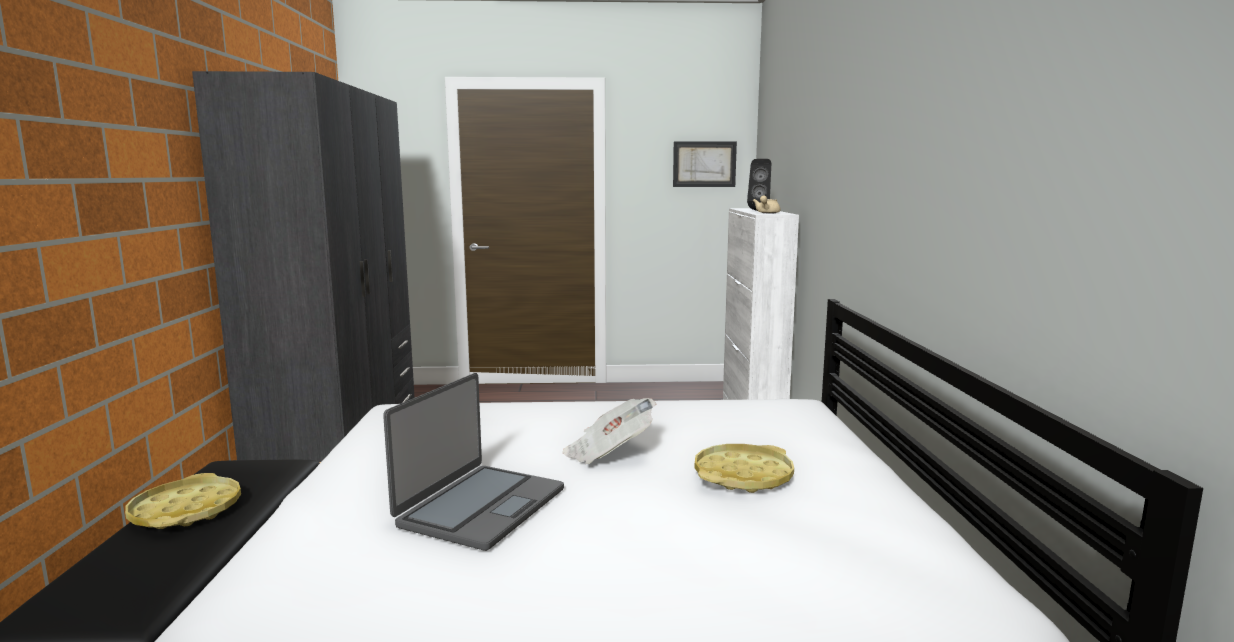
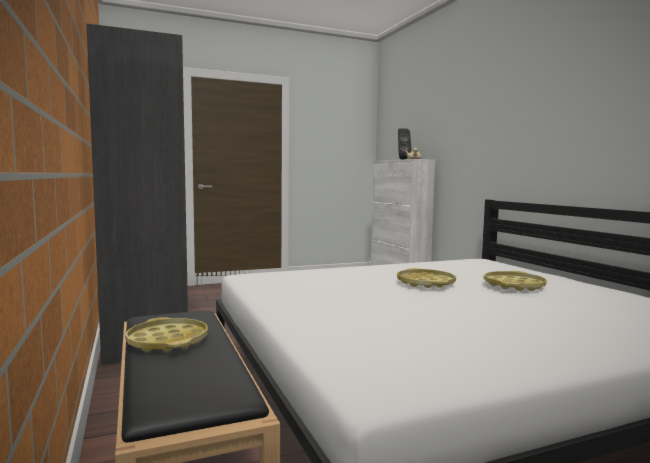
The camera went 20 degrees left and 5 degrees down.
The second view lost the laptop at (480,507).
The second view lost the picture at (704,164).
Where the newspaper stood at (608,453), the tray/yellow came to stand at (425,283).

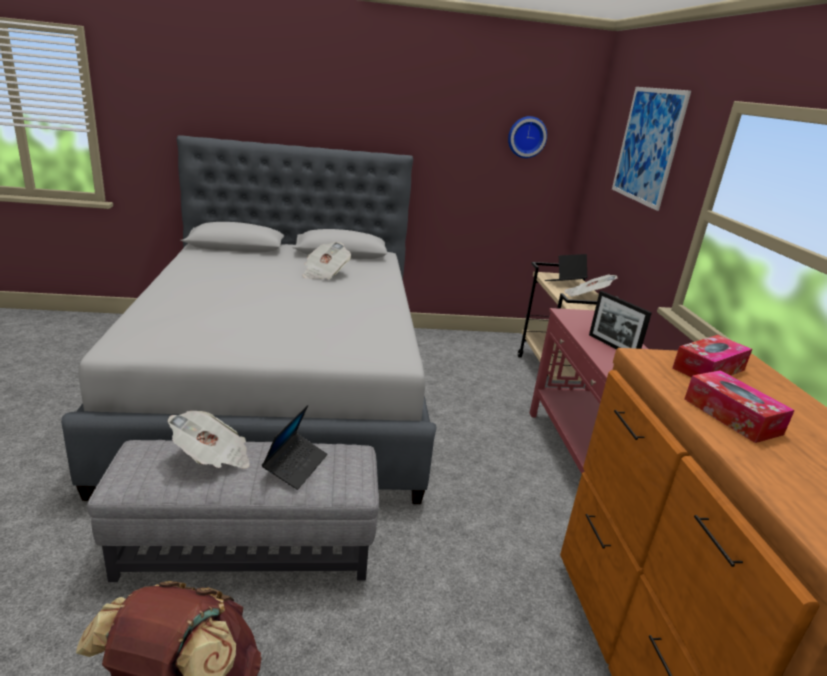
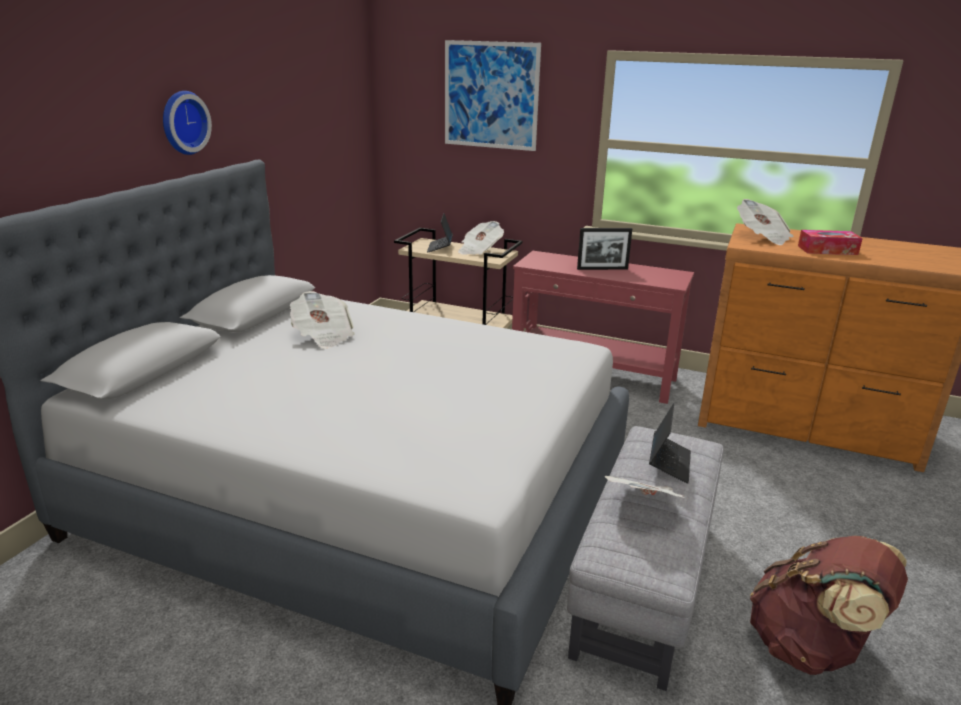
The camera went 60 degrees left and 0 degrees up.
The wall clock ended up elsewhere, having gone from (526,137) to (182,122).
Where the tissue box stood at (708,369), the newspaper came to stand at (762,237).
The laptop at (295,466) ended up facing another way, 60 degrees clockwise from before.

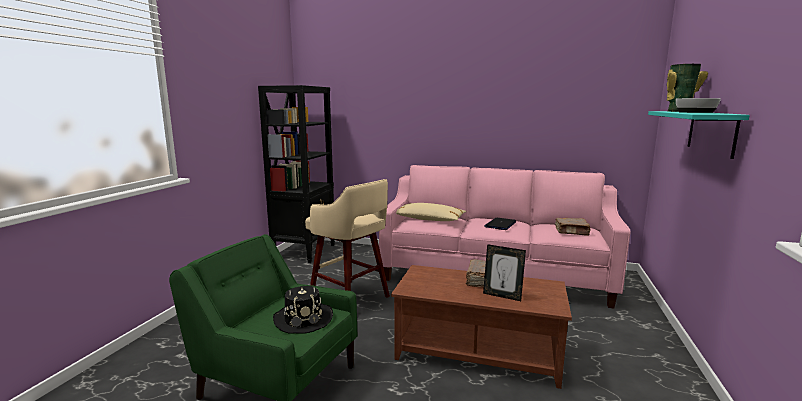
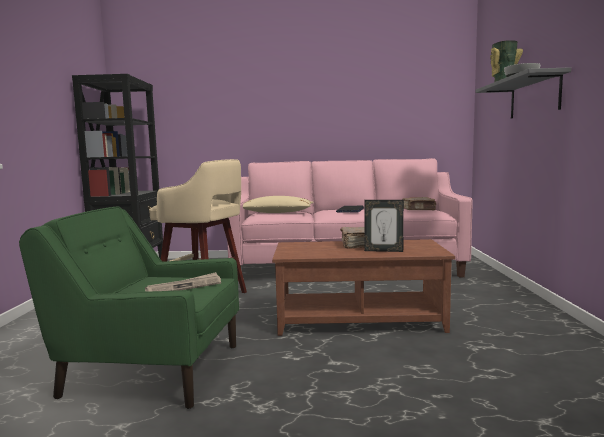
The camera went 15 degrees left and 5 degrees down.
Where the hat/black stood at (303,319), the newspaper came to stand at (184,286).
What was the shelf/turquoise at (711,132) turned into the shelf/grey at (534,97).

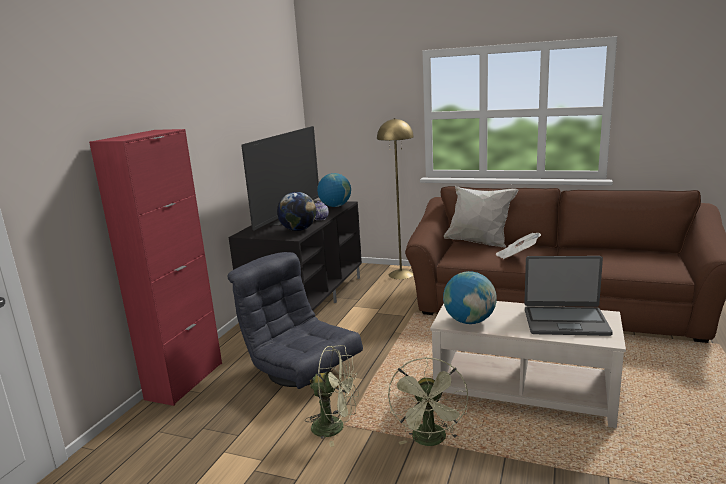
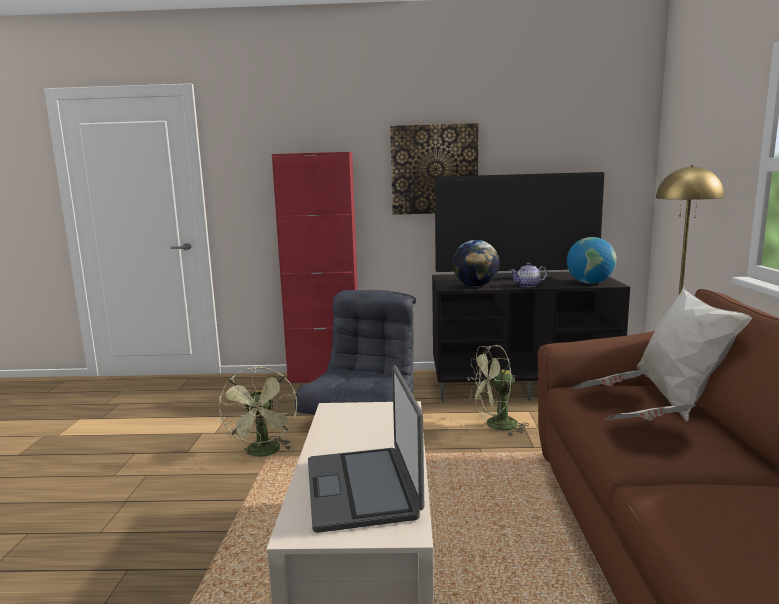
The camera went 70 degrees right and 5 degrees down.
The second view lost the globe at (469,321).
The second view gained the picture at (434,169).
The second view gained the newspaper at (606,398).
The fan/green ended up elsewhere, having gone from (430,441) to (495,426).

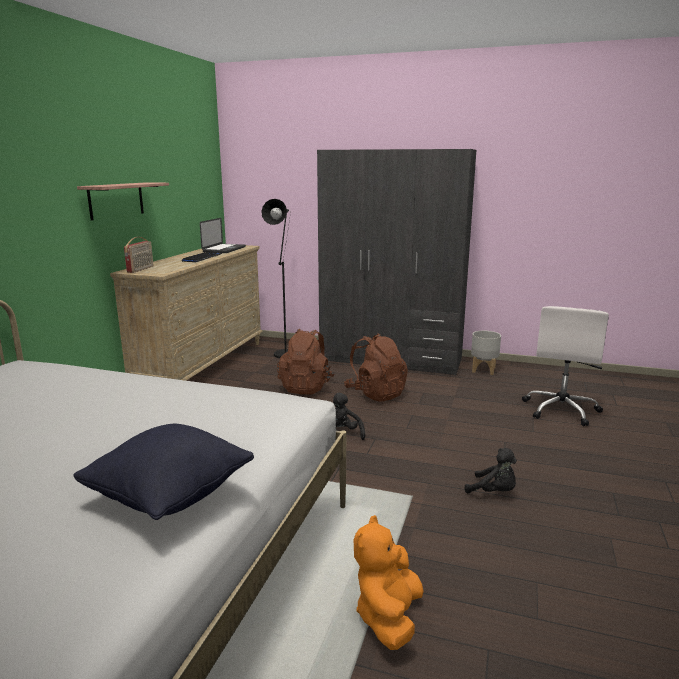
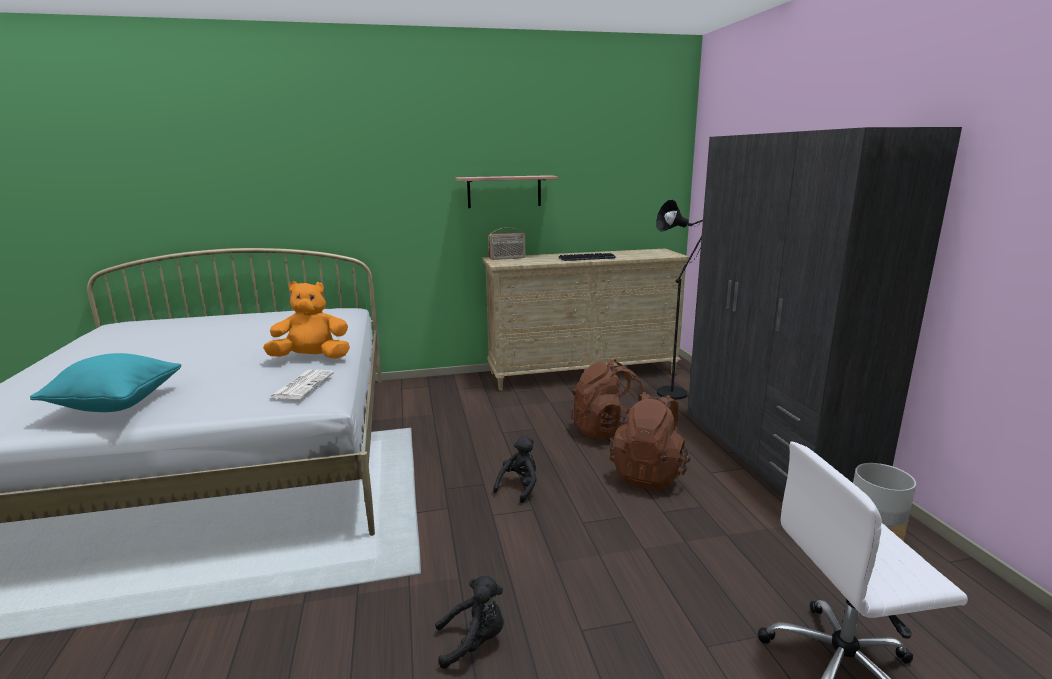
The camera went 60 degrees right and 0 degrees up.
The second view lost the laptop at (224,249).
The second view gained the newspaper at (302,385).
The plush toy/orange ended up elsewhere, having gone from (388,617) to (312,358).
What was the pillow/black at (170,497) turned into the pillow/turquoise at (117,404).
The plush toy/black at (493,492) ended up facing another way, 105 degrees counterclockwise from before.

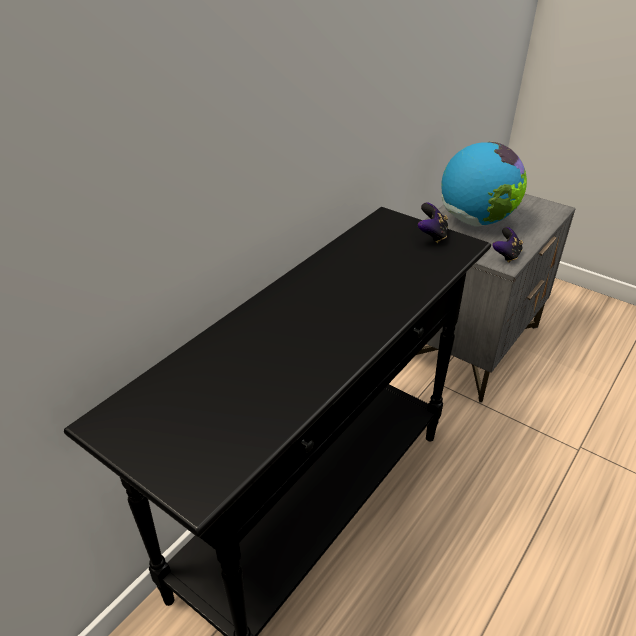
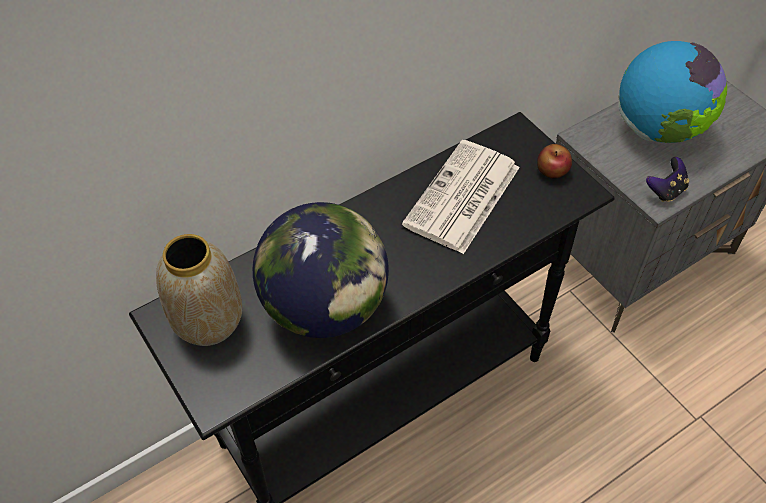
The camera went 20 degrees right and 15 degrees up.
The second view gained the vase at (209,321).
The second view gained the globe at (325,307).
The second view gained the newspaper at (462,198).
Where the game controller stood at (431,235), the apple came to stand at (552,170).

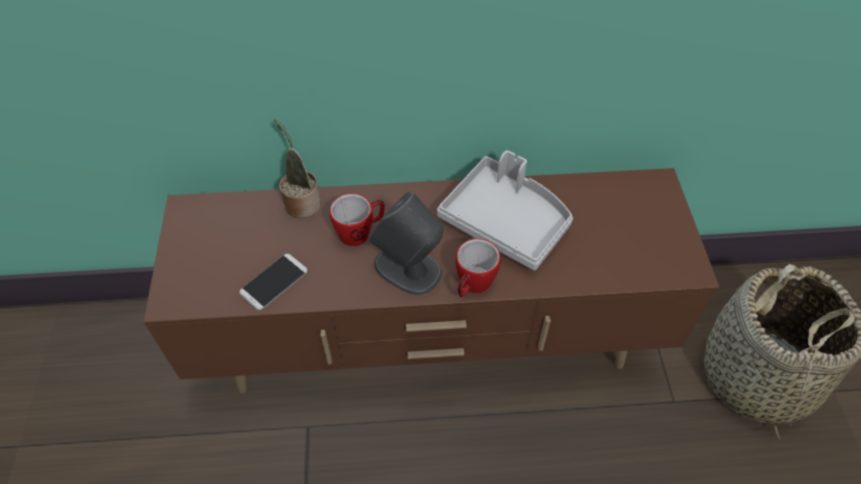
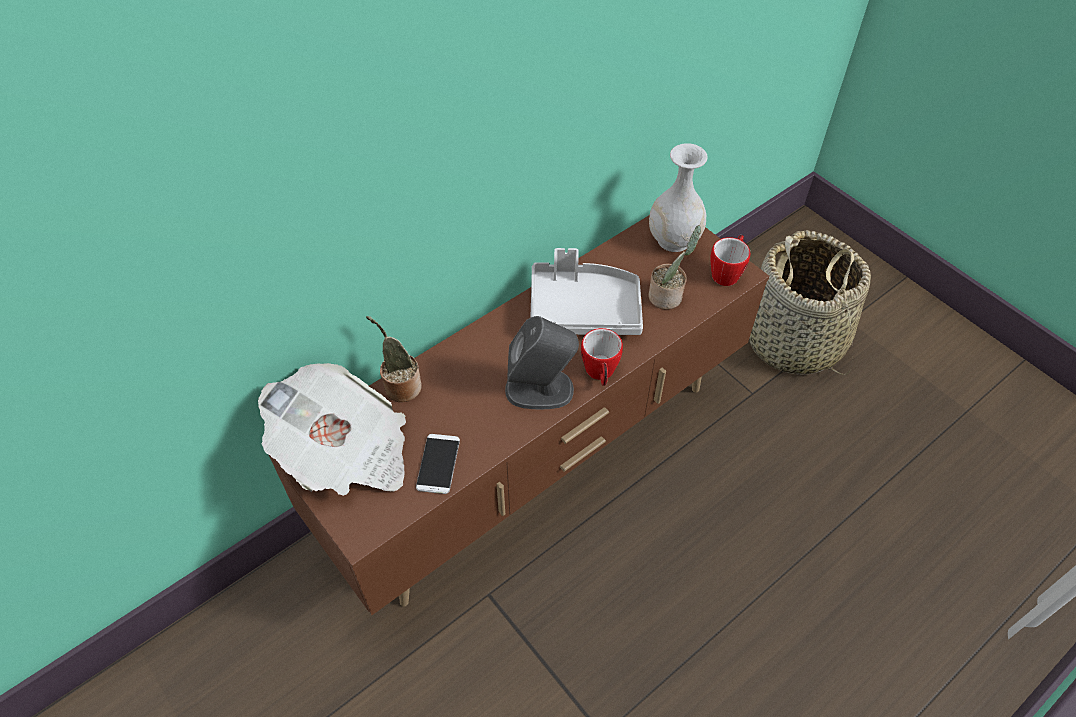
The camera went 35 degrees left and 0 degrees up.
The second view gained the newspaper at (346,452).
The second view gained the vase/white at (674,239).
The second view gained the potted plant at (668,296).
The mug ended up elsewhere, having gone from (360,232) to (727,272).

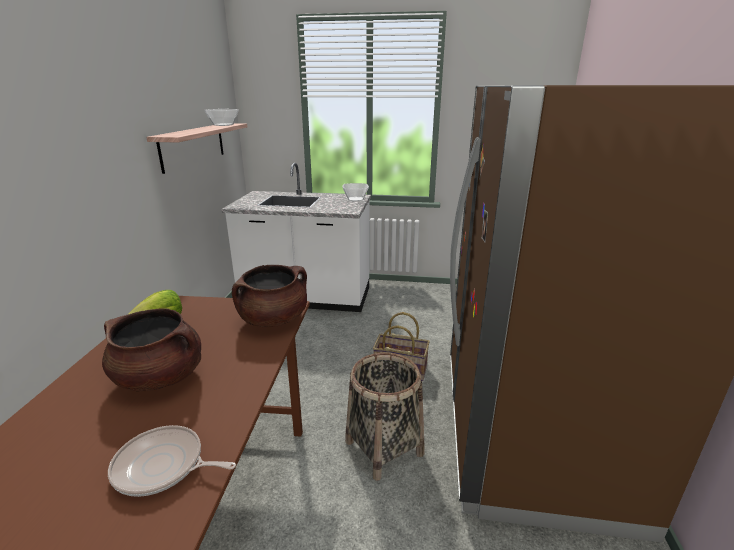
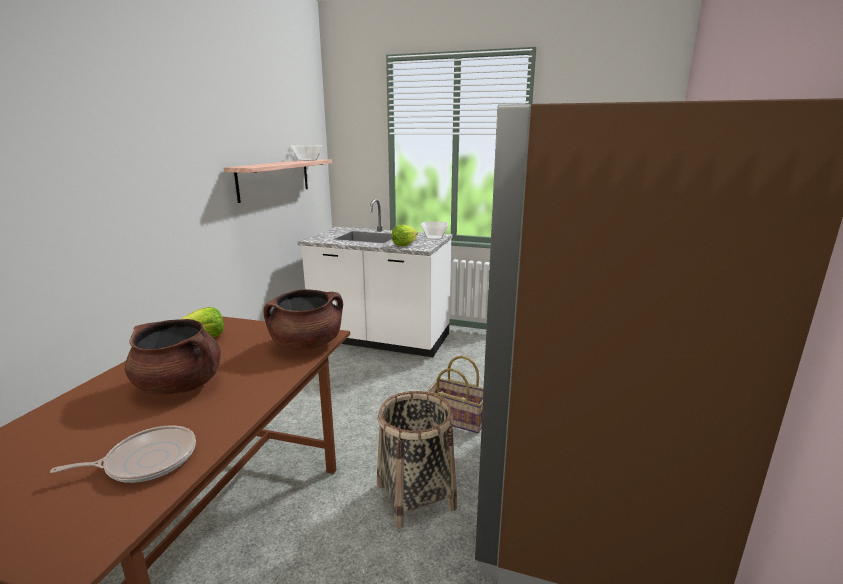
The camera went 10 degrees right and 5 degrees down.
The second view gained the lettuce at (404,245).
The frying pan at (163,466) ended up facing another way, 135 degrees clockwise from before.

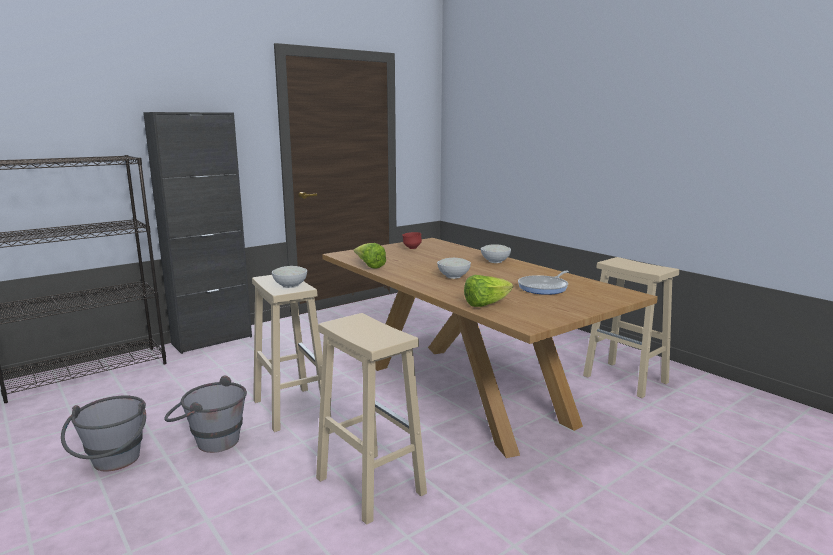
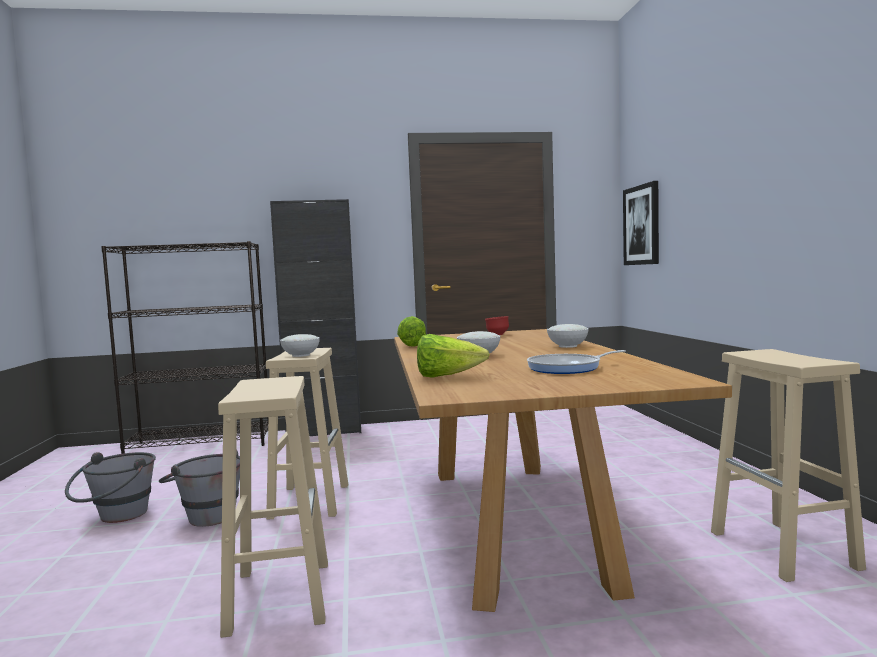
The camera went 30 degrees right and 10 degrees down.
The second view gained the picture at (642,225).

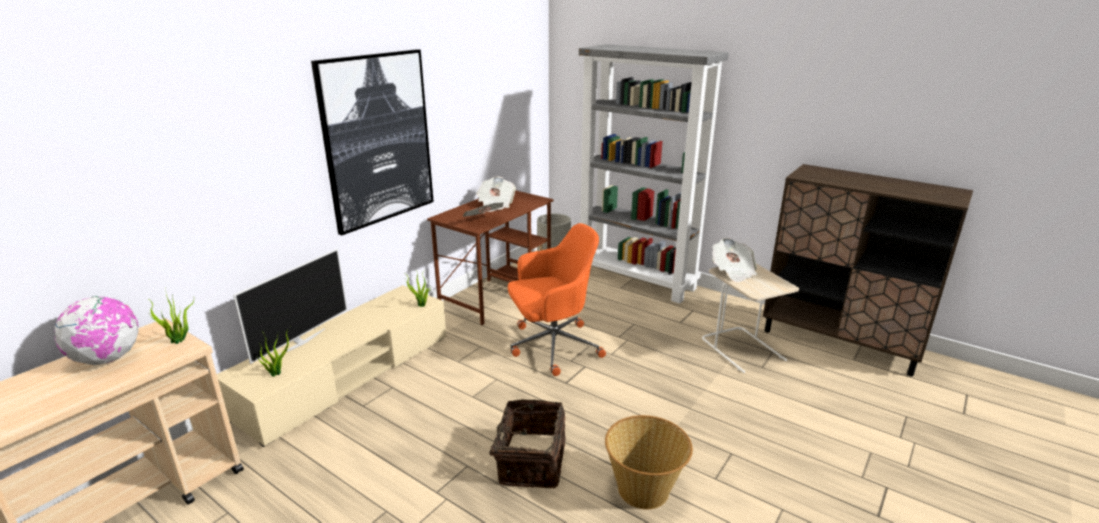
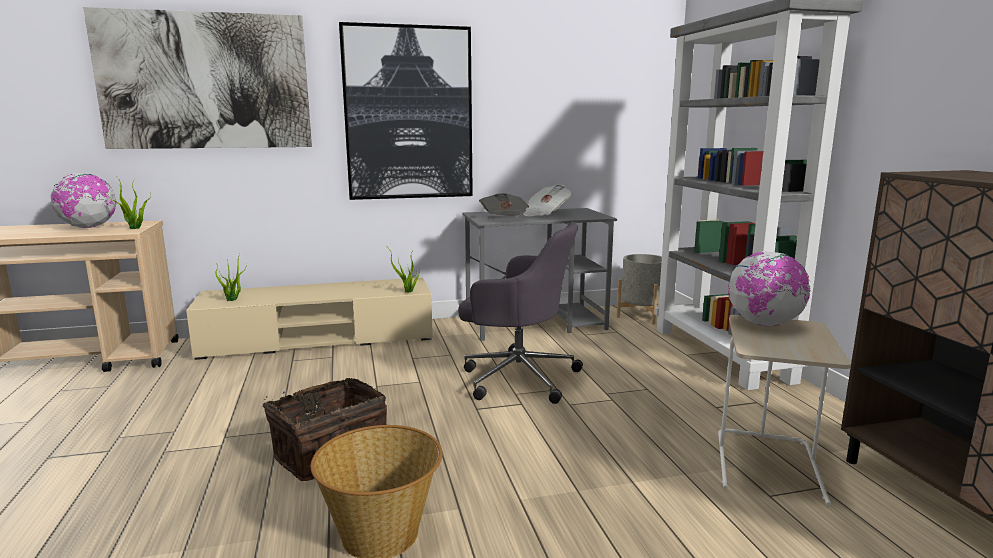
The camera went 40 degrees right and 10 degrees down.
The second view lost the television at (300,342).
The second view gained the picture at (205,81).
Where the newspaper stood at (733,271), the globe came to stand at (764,324).
What was the desk/brown at (497,294) turned into the desk/grey at (536,324).
What was the office chair/orange at (552,346) turned into the office chair/grey at (517,377).

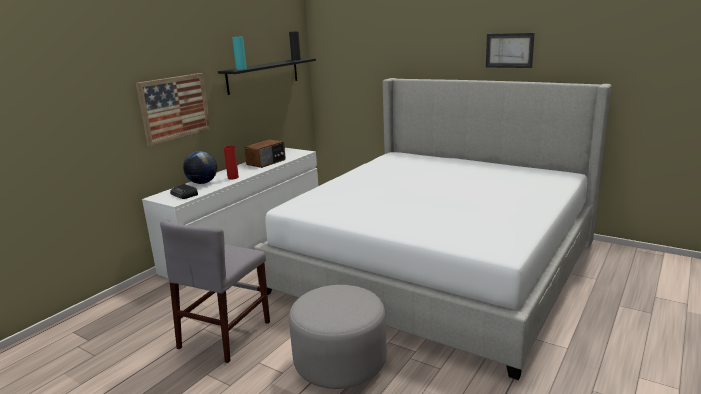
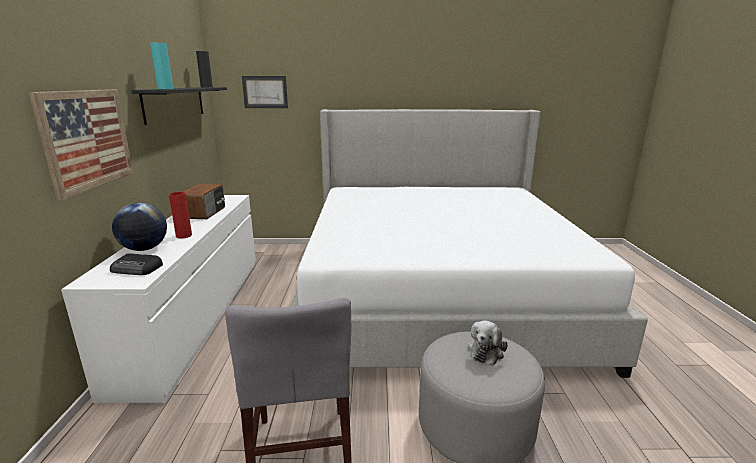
The camera went 35 degrees left and 0 degrees up.
The second view gained the plush toy at (486,351).
The picture ended up elsewhere, having gone from (509,50) to (265,92).

